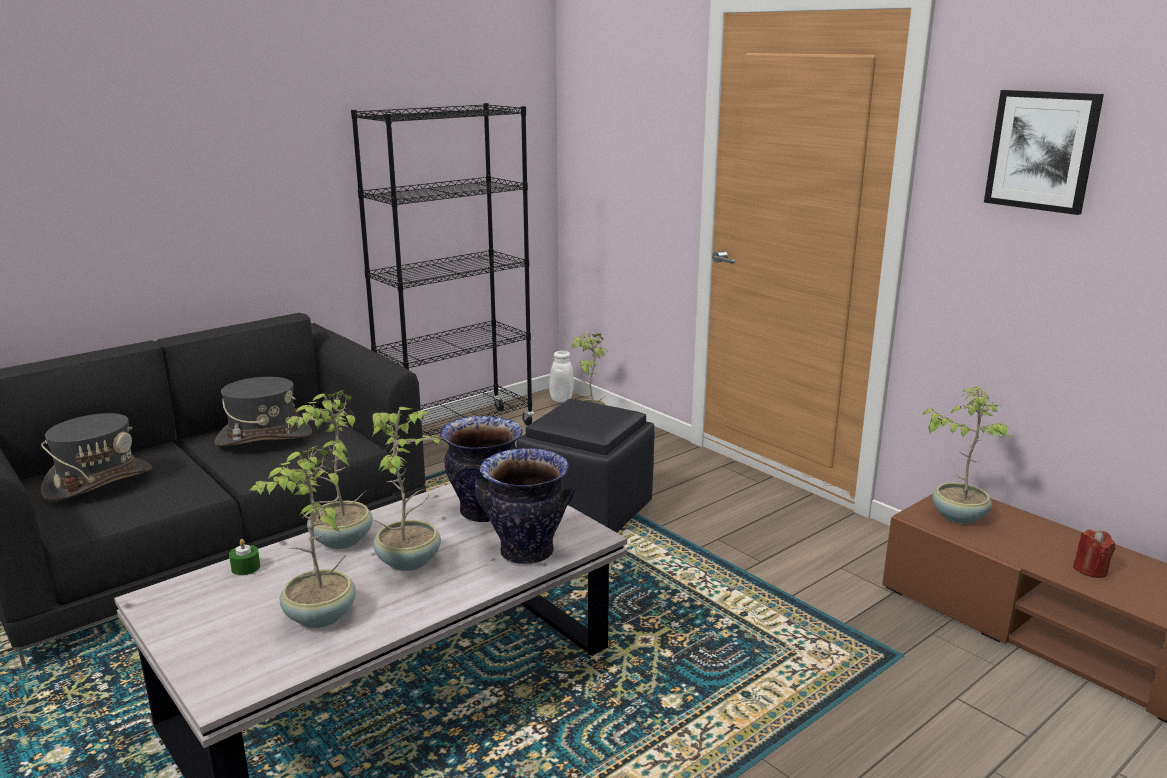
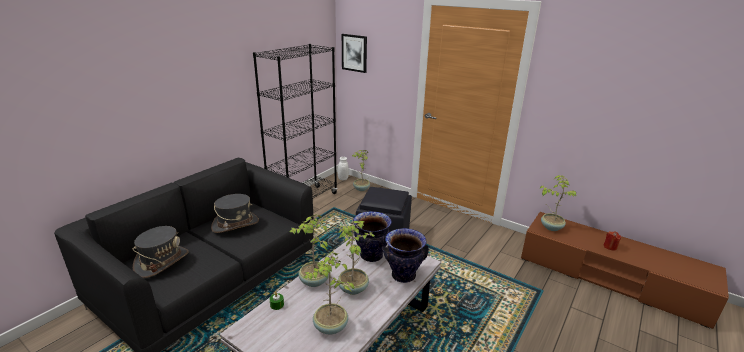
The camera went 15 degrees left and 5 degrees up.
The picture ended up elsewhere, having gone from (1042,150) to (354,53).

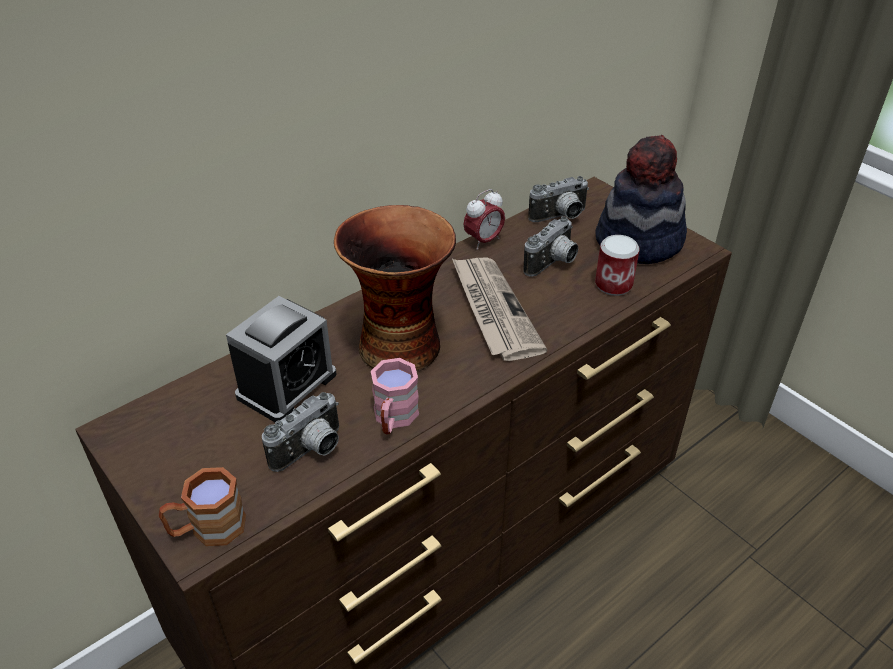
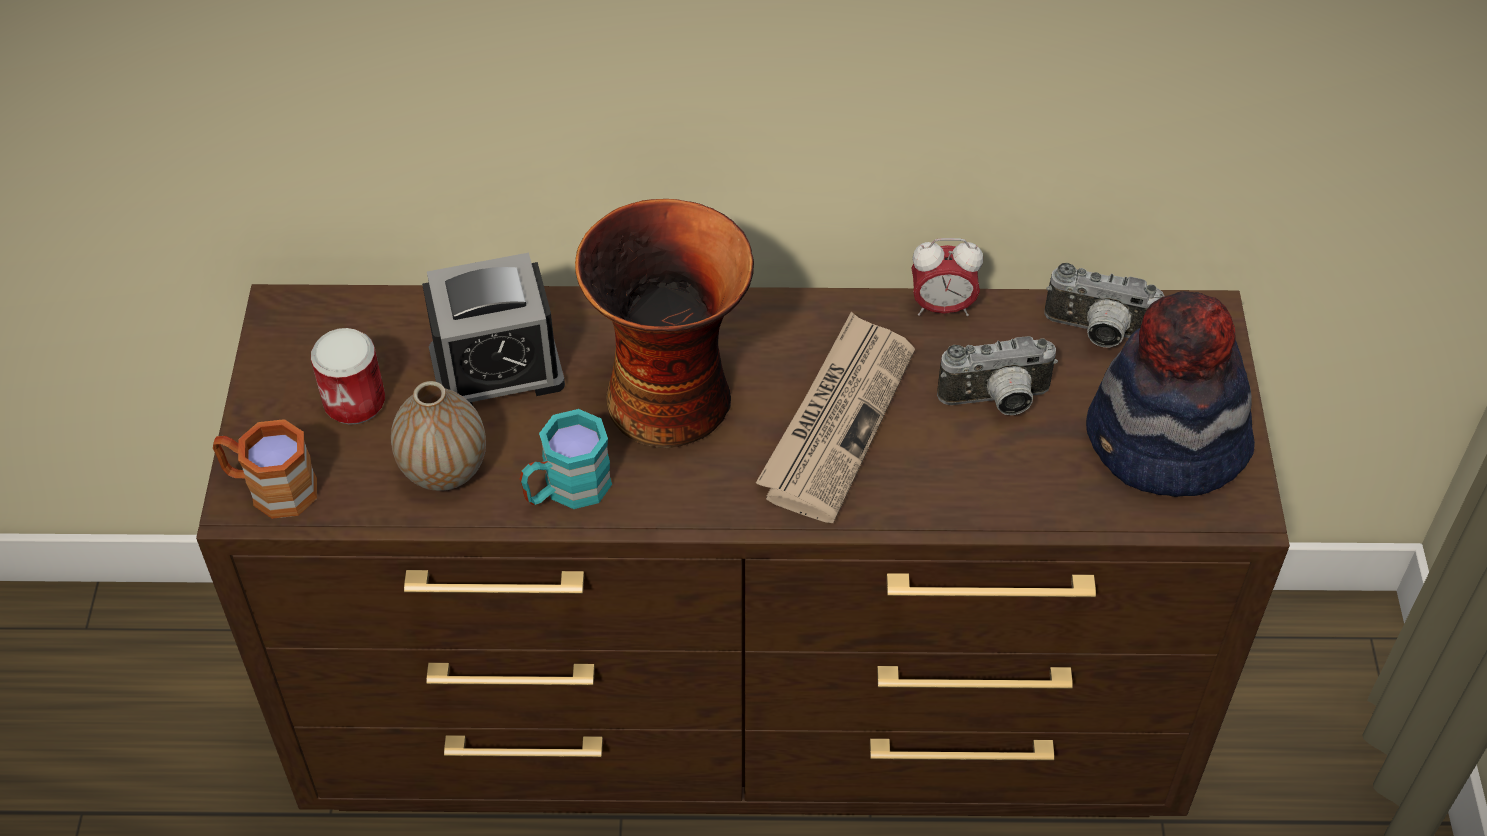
The camera went 40 degrees right and 10 degrees up.
The can ended up elsewhere, having gone from (613,285) to (354,402).
Where the photo camera stood at (311,451), the vase came to stand at (444,470).
What was the mug/pink at (393,419) turned into the mug/turquoise at (566,489).

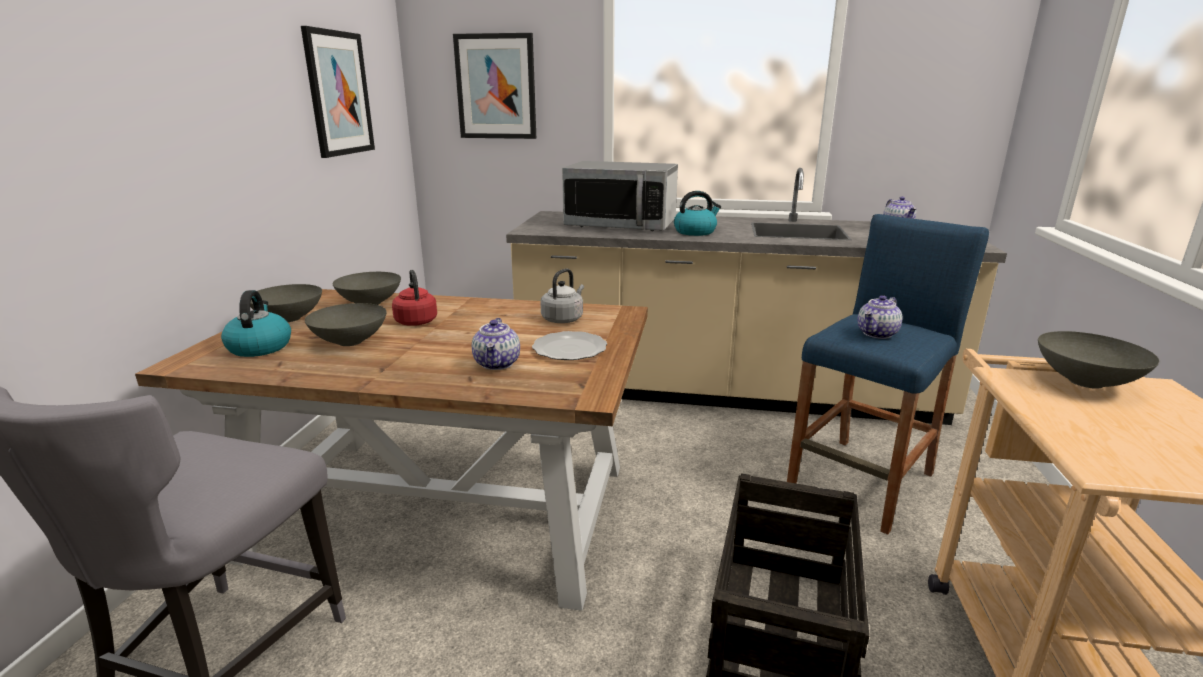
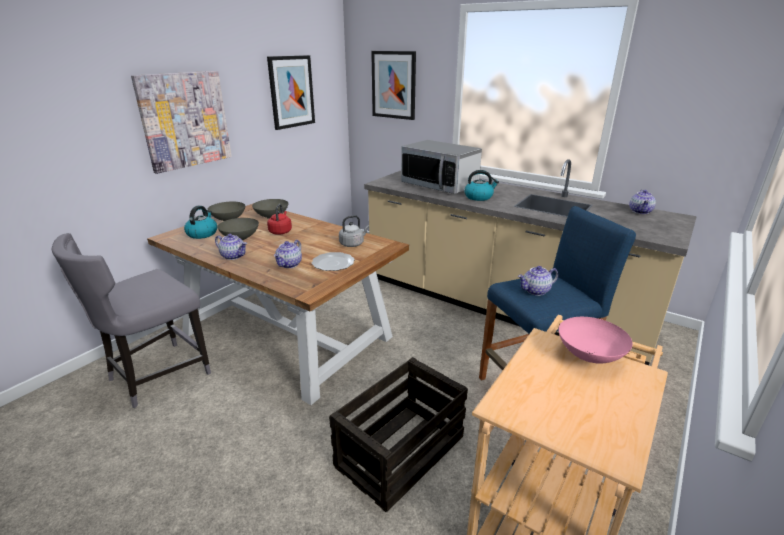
The camera went 25 degrees right and 5 degrees up.
The second view gained the picture at (185,120).
The second view gained the teapot at (233,256).
What was the bowl/grey at (1087,382) turned into the bowl/pink at (590,356).

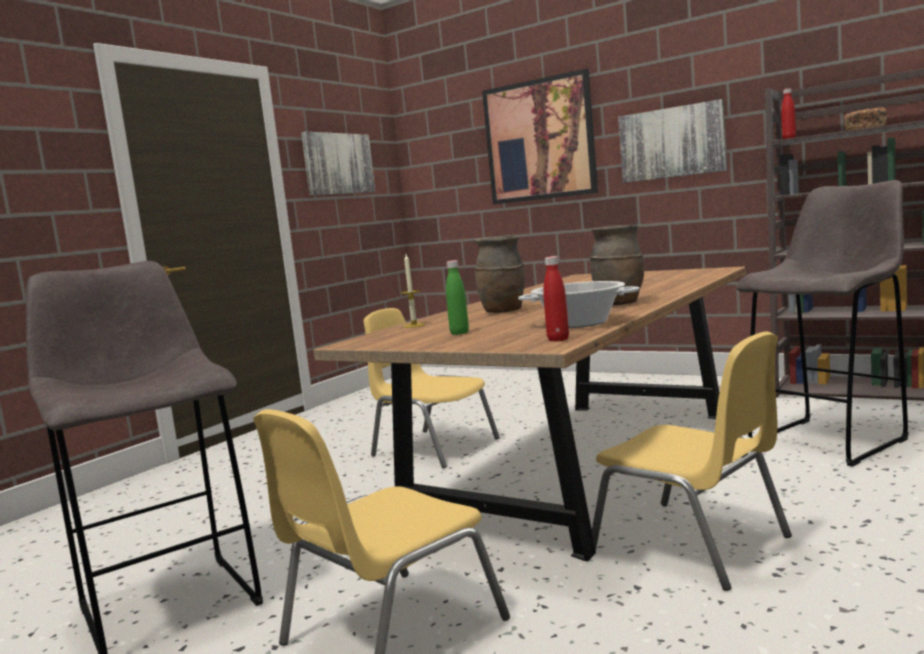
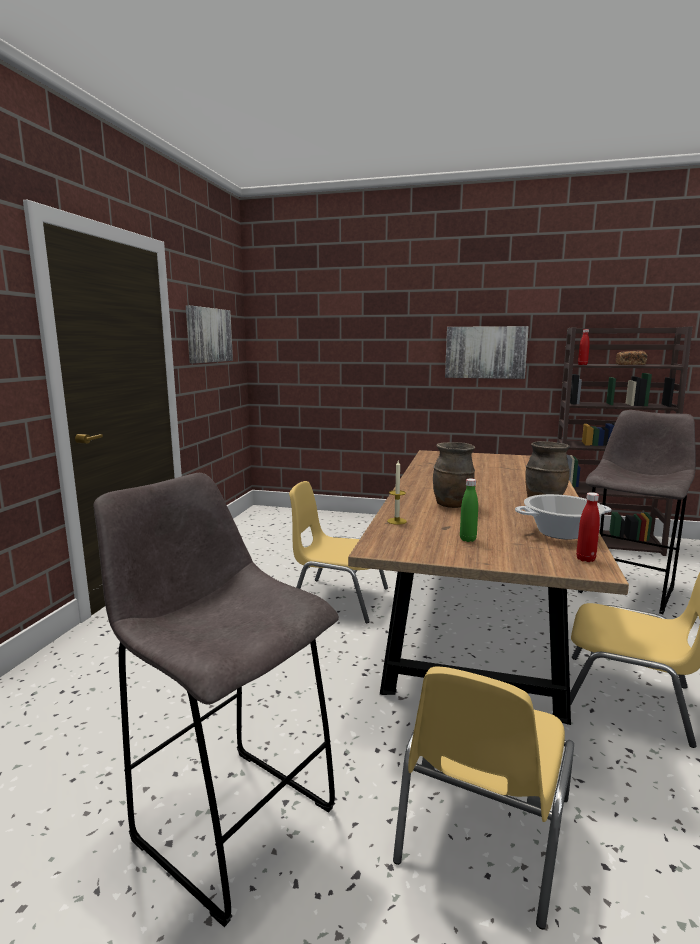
The camera went 20 degrees left and 5 degrees up.
The second view lost the picture at (539,140).

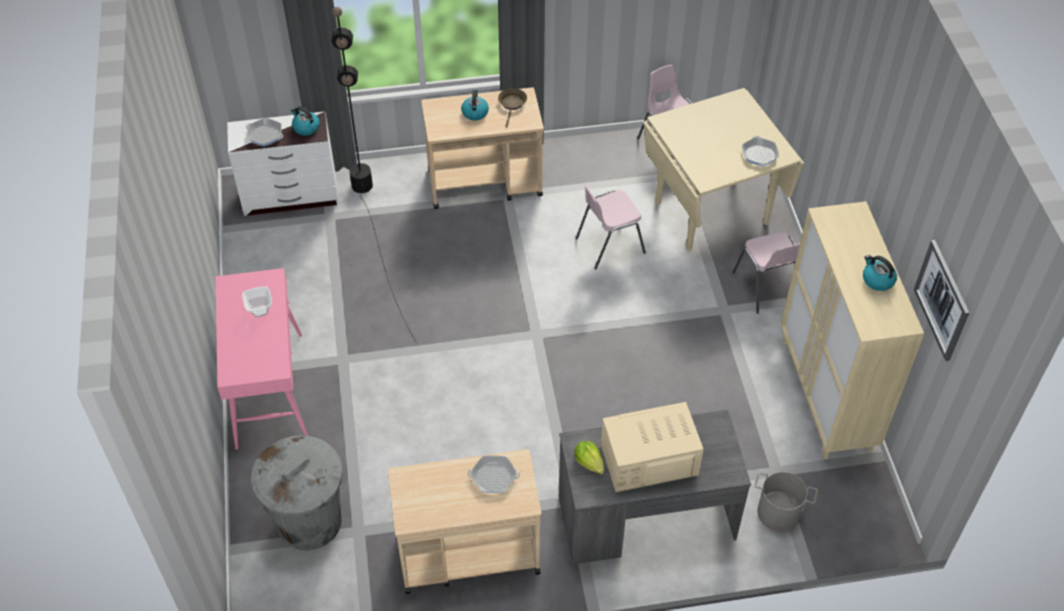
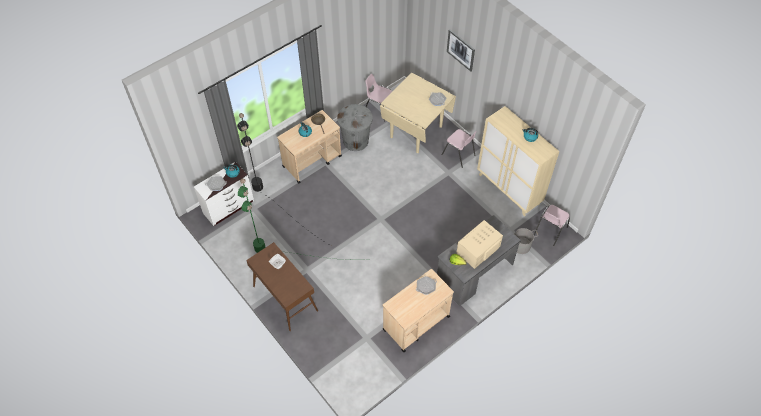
The camera went 30 degrees left and 5 degrees up.
The second view gained the floor lamp/green at (290,252).
The trash can/grey ended up elsewhere, having gone from (310,521) to (356,141).
The chair/pink ended up elsewhere, having gone from (609,245) to (550,231).
The picture ended up elsewhere, having gone from (942,300) to (461,50).
What was the console table/pink at (269,390) turned into the console table/brown at (285,298).

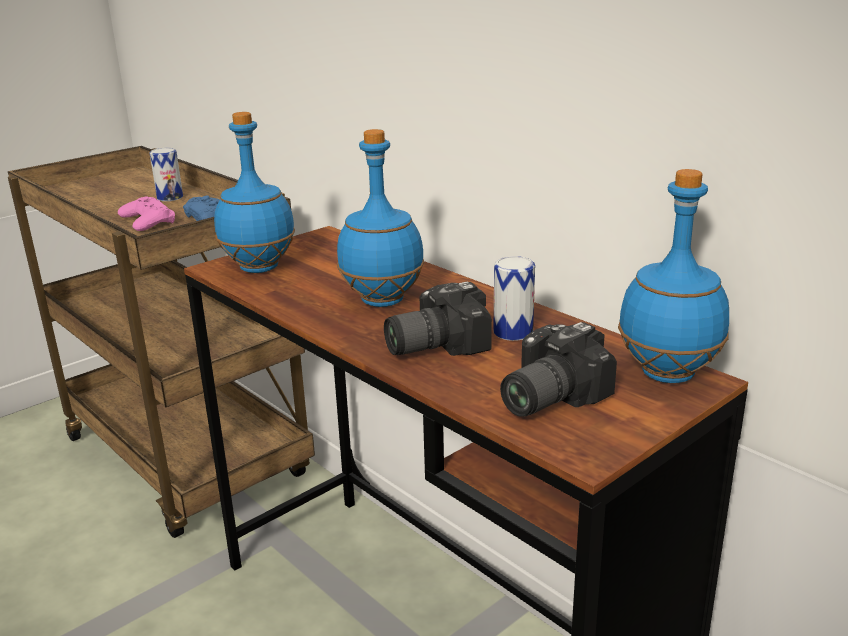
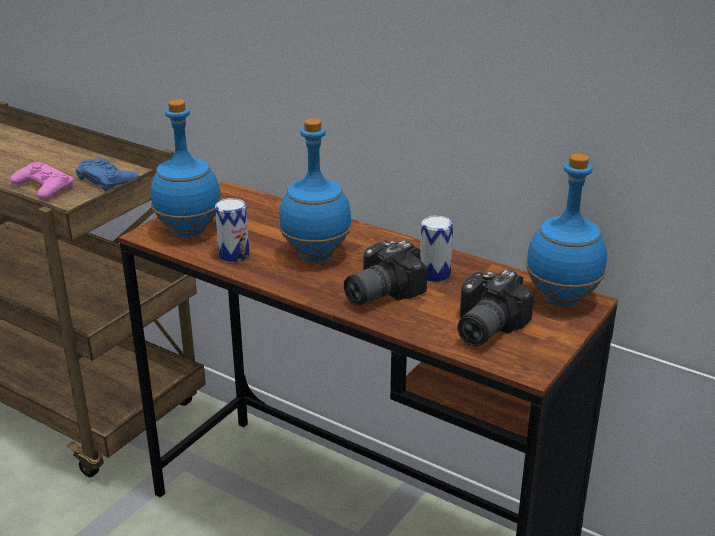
The camera went 15 degrees left and 5 degrees up.
The can ended up elsewhere, having gone from (170,197) to (234,255).

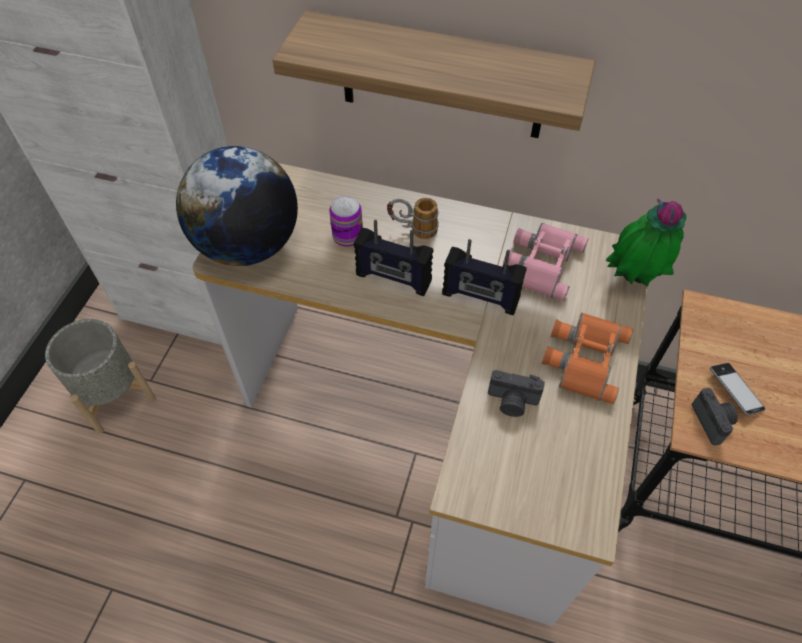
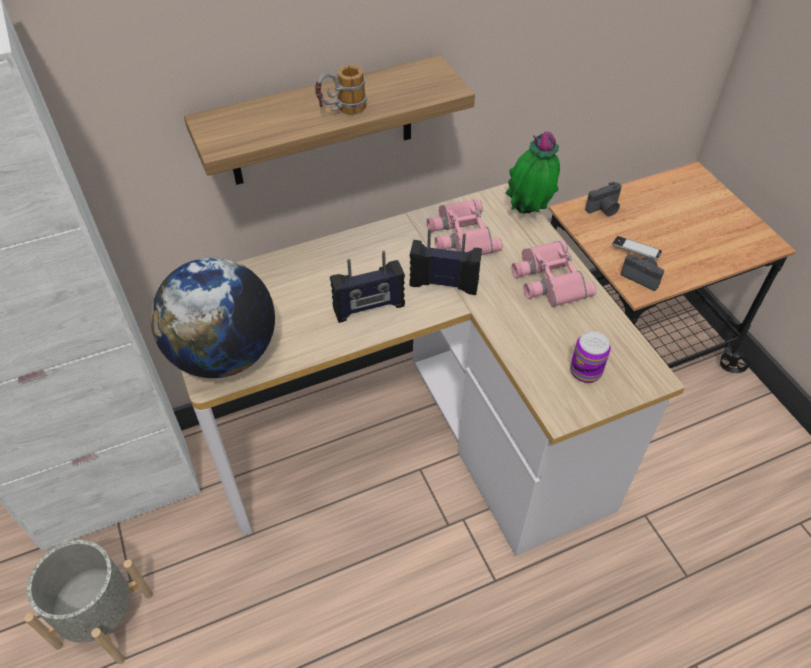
The camera went 40 degrees left and 5 degrees down.
The can ended up elsewhere, having gone from (347,236) to (585,371).
The mug ended up elsewhere, having gone from (412,230) to (341,112).
The photo camera ended up elsewhere, having gone from (512,402) to (604,209).
What was the binoculars/orange at (583,357) turned into the binoculars/pink at (548,279).
The radio at (480,298) ended up facing another way, 150 degrees counterclockwise from before.

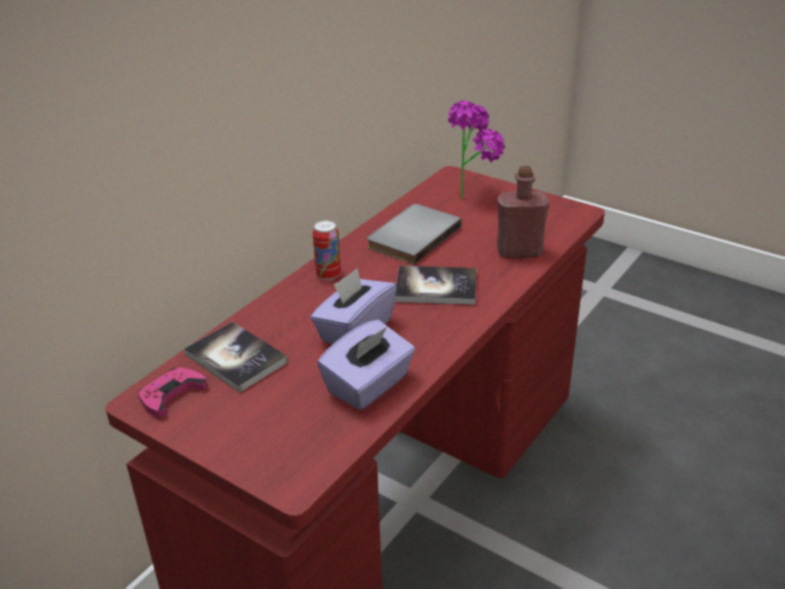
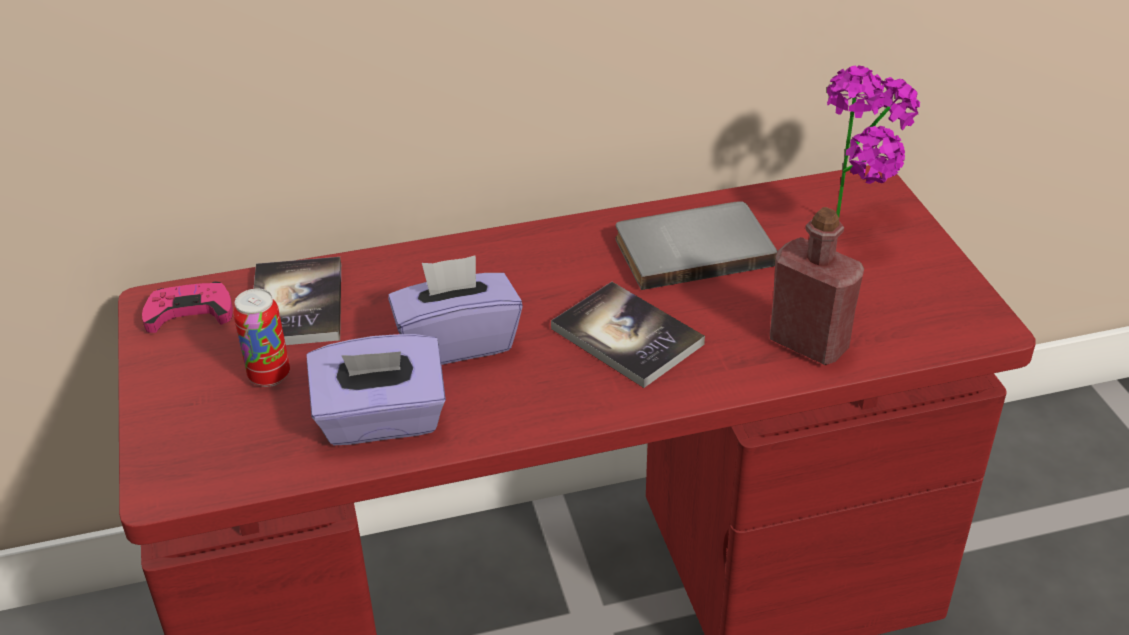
The camera went 40 degrees right and 5 degrees up.
The can ended up elsewhere, having gone from (328,275) to (269,376).

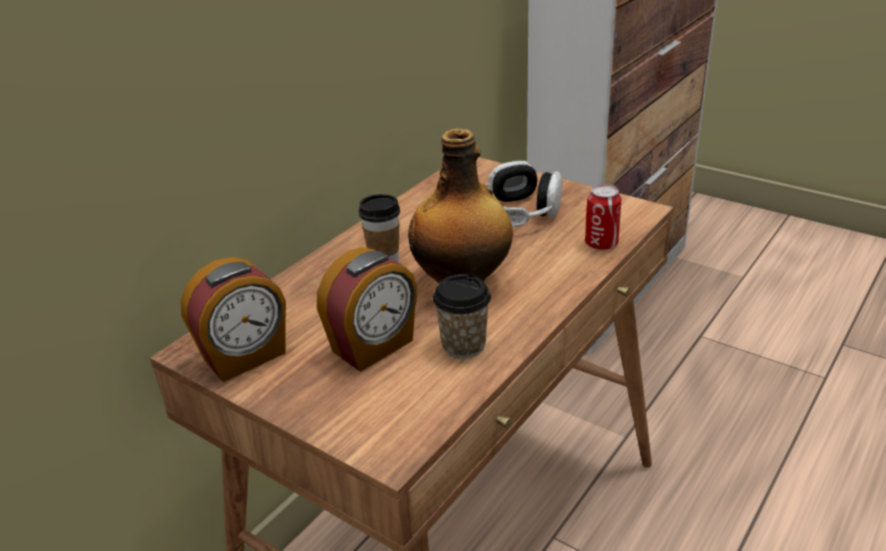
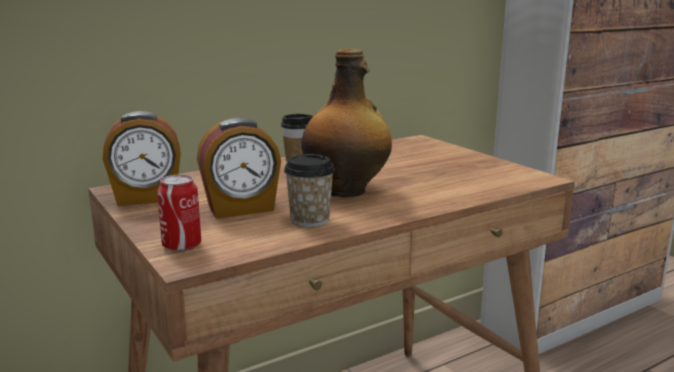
The camera went 20 degrees right and 15 degrees down.
The second view lost the headphones at (517,213).
The can ended up elsewhere, having gone from (601,244) to (182,246).

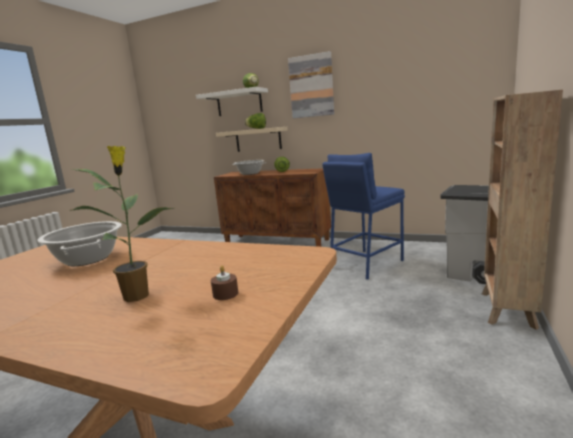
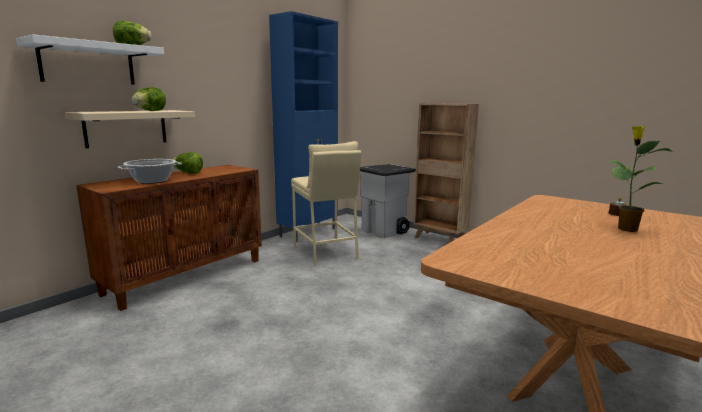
The camera went 75 degrees left and 0 degrees up.
The second view lost the cooking pot at (87,259).
The second view lost the picture at (311,86).
The second view gained the cabinet/blue at (309,232).
What was the stool/blue at (365,264) turned into the stool/beige at (325,252).

